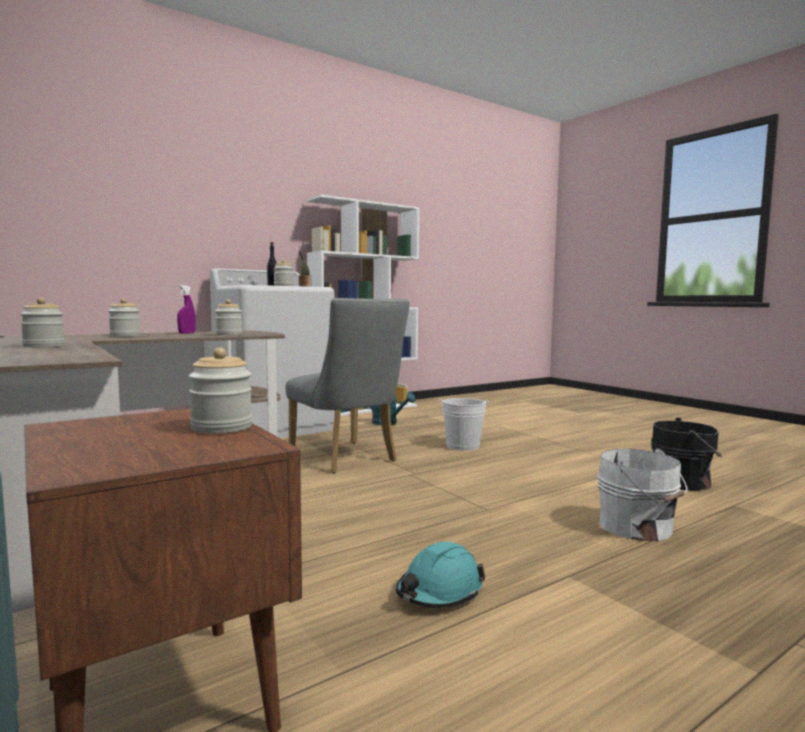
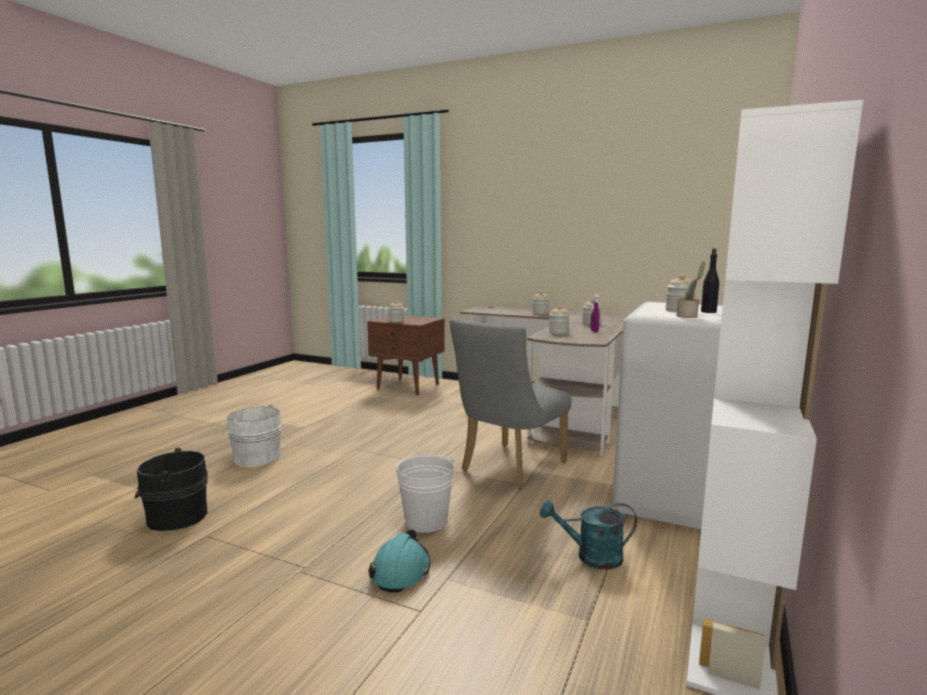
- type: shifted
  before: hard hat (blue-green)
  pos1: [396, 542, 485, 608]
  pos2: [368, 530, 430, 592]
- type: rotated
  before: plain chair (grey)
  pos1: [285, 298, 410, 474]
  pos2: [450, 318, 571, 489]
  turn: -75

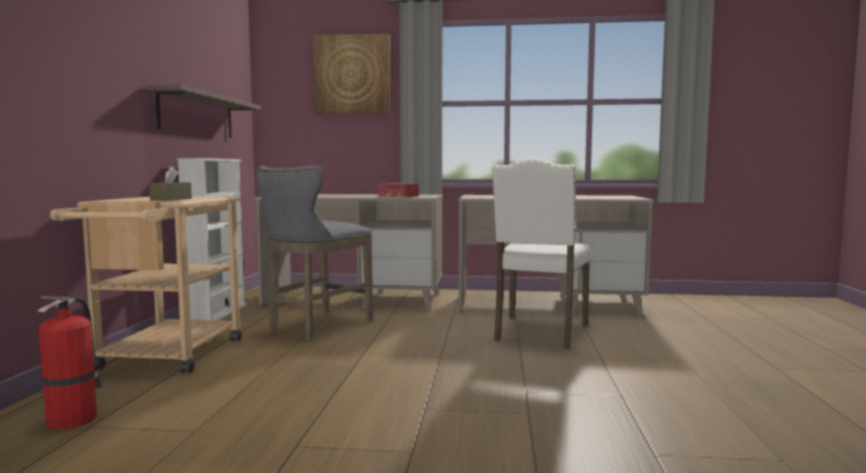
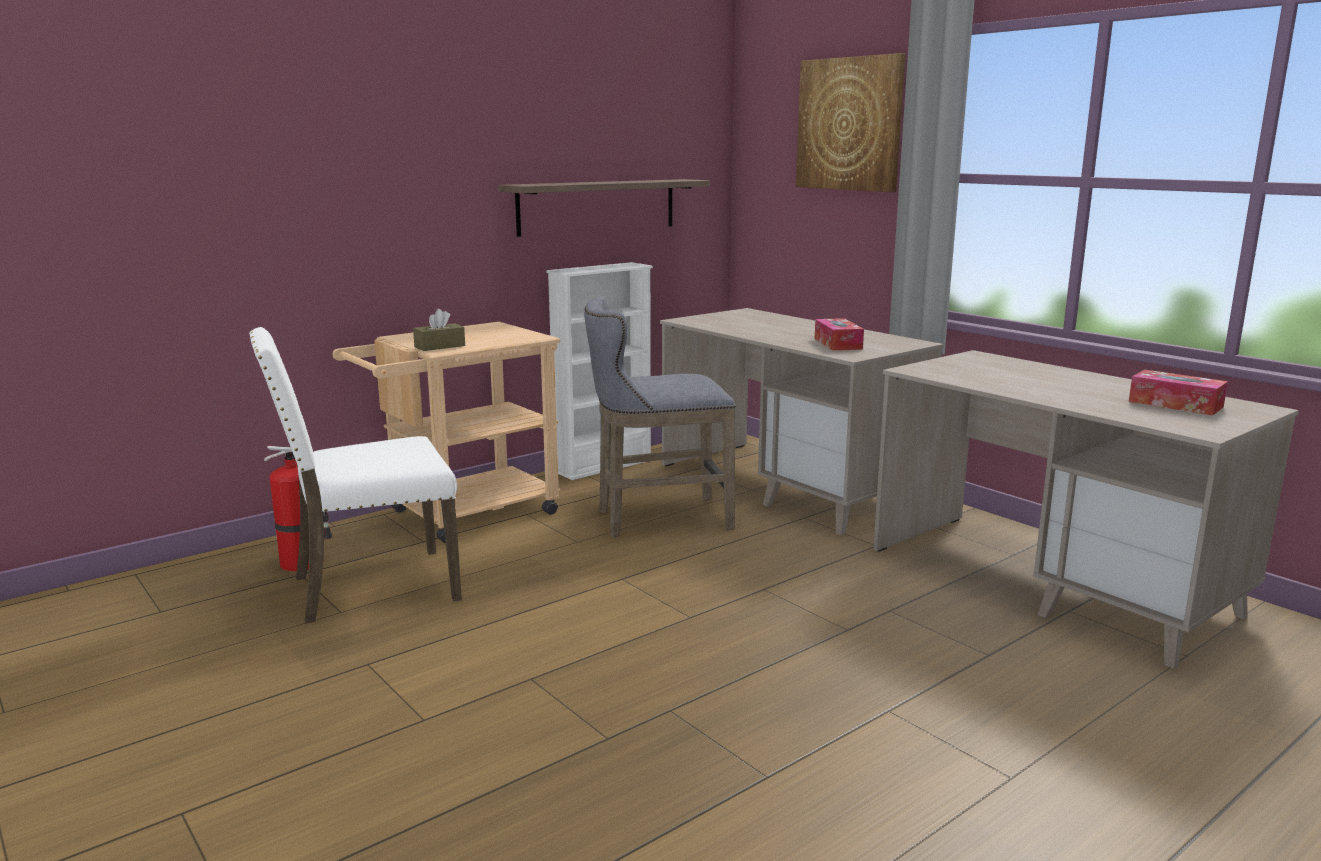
- type: new
  after: tissue box
  pos2: [1129, 370, 1228, 415]
- type: shifted
  before: plain chair (white-coloured)
  pos1: [492, 158, 591, 349]
  pos2: [249, 327, 462, 624]

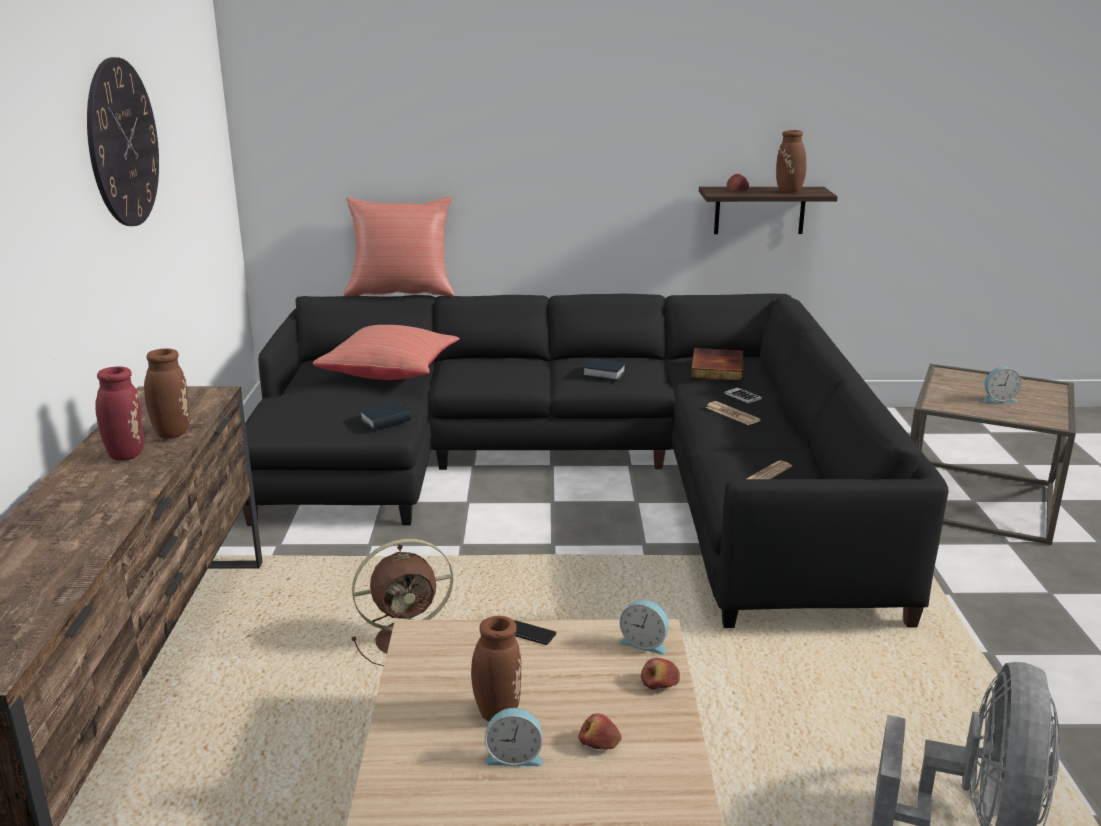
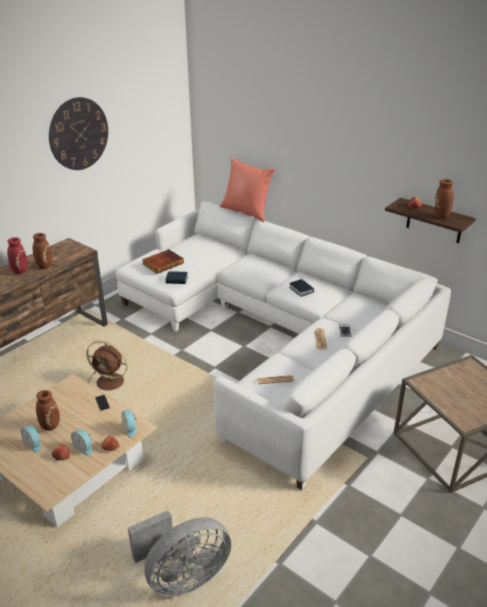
- type: gone
  before: pillow (reddish)
  pos1: [313, 325, 460, 380]
- type: shifted
  before: volume
  pos1: [691, 348, 744, 381]
  pos2: [142, 249, 184, 274]
- type: shifted
  before: table clock
  pos1: [983, 367, 1022, 403]
  pos2: [71, 429, 92, 456]
- type: repainted
  before: couch (black-coloured)
  after: couch (white-coloured)
  pos1: [243, 294, 948, 628]
  pos2: [116, 201, 451, 490]

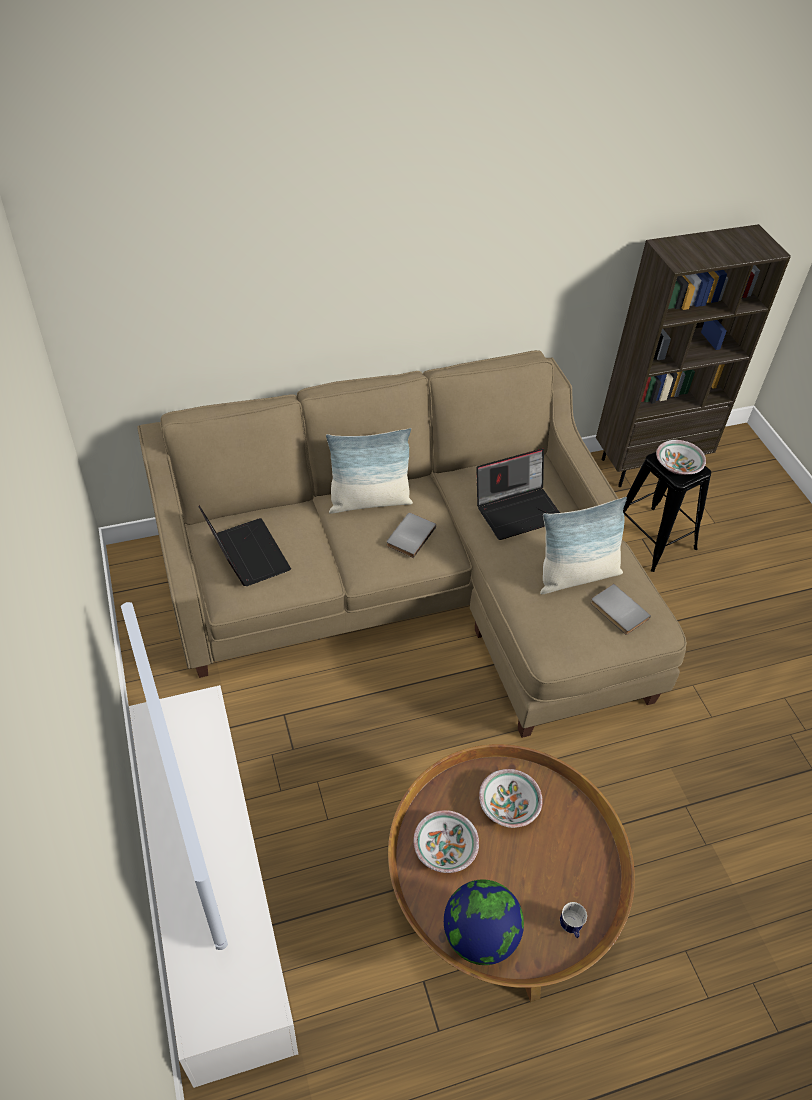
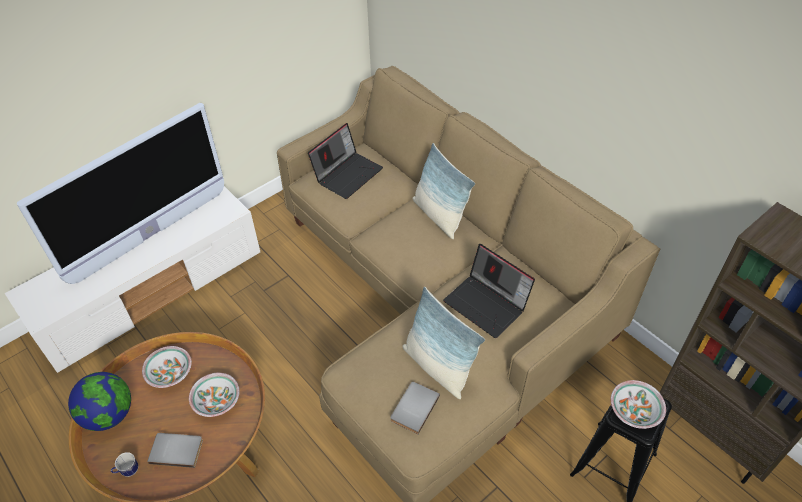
- type: shifted
  before: volume (grey)
  pos1: [387, 513, 436, 558]
  pos2: [147, 433, 203, 468]

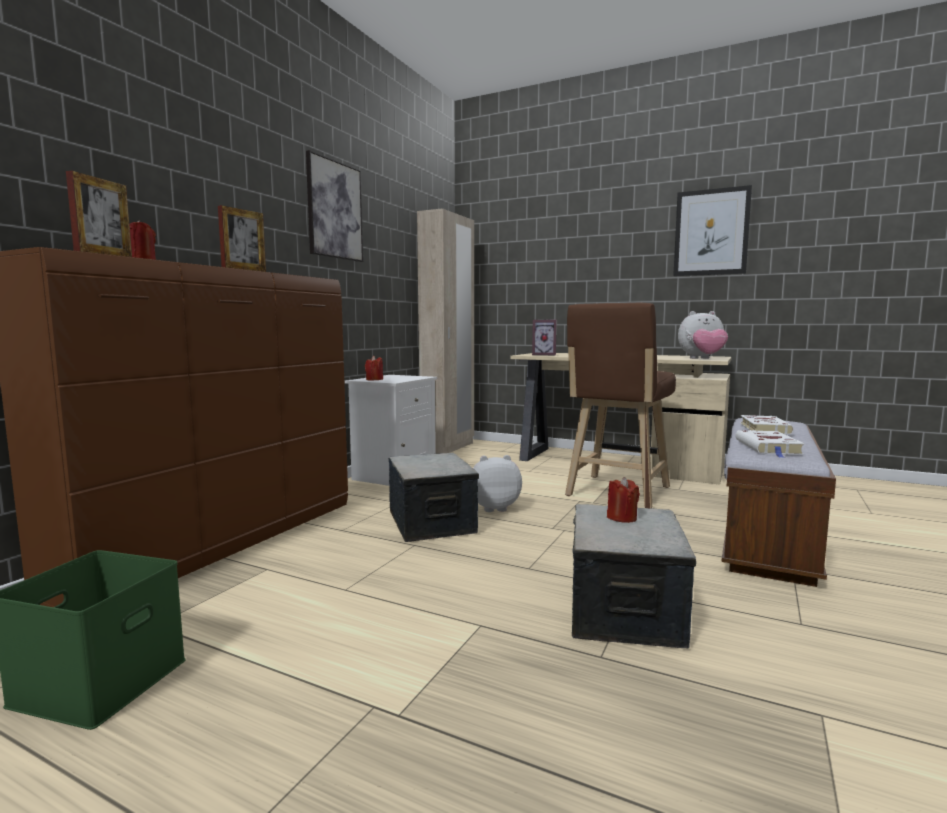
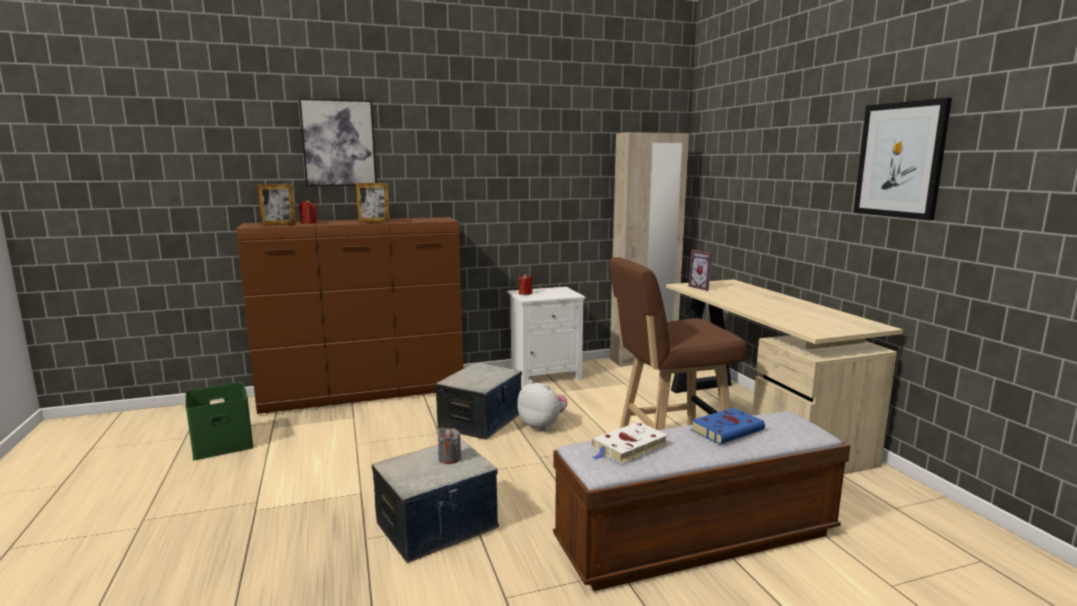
- type: gone
  before: plush toy
  pos1: [678, 311, 728, 359]
- type: shifted
  before: picture
  pos1: [306, 150, 363, 262]
  pos2: [299, 98, 377, 186]
- type: repainted
  before: wax candle (reddish)
  after: wax candle (grey)
  pos1: [607, 477, 640, 523]
  pos2: [437, 428, 461, 464]
- type: repainted
  before: volume (white-coloured)
  after: volume (bluish)
  pos1: [740, 415, 794, 434]
  pos2: [691, 408, 765, 444]

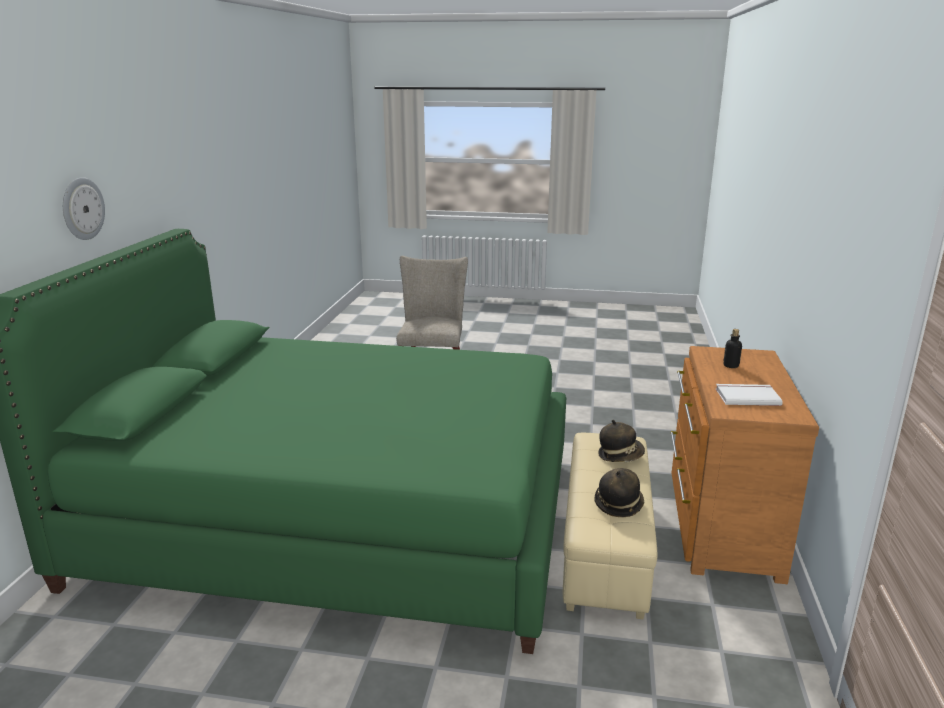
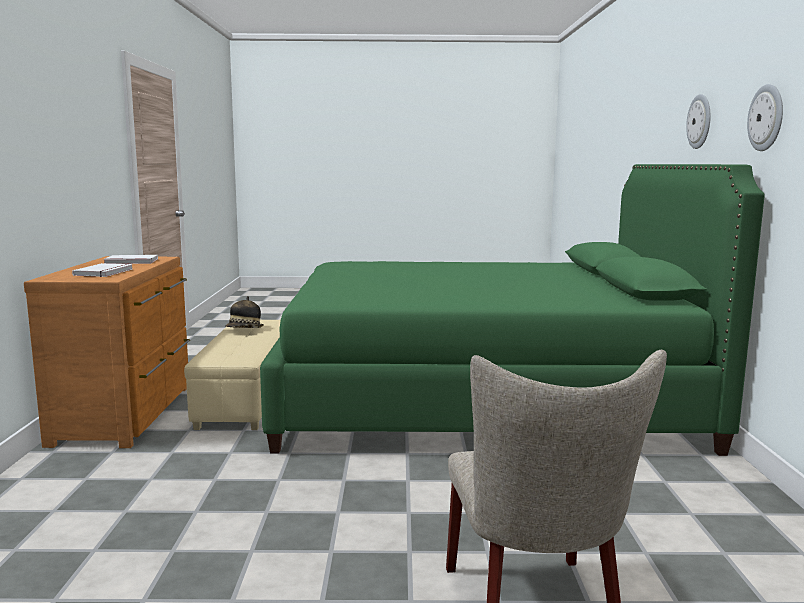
- type: gone
  before: wearable hat
  pos1: [598, 420, 645, 462]
- type: new
  after: wall clock
  pos2: [747, 84, 783, 151]
- type: swapped
  before: drink bottle
  after: volume (white-coloured)
  pos1: [723, 329, 742, 368]
  pos2: [72, 263, 133, 277]

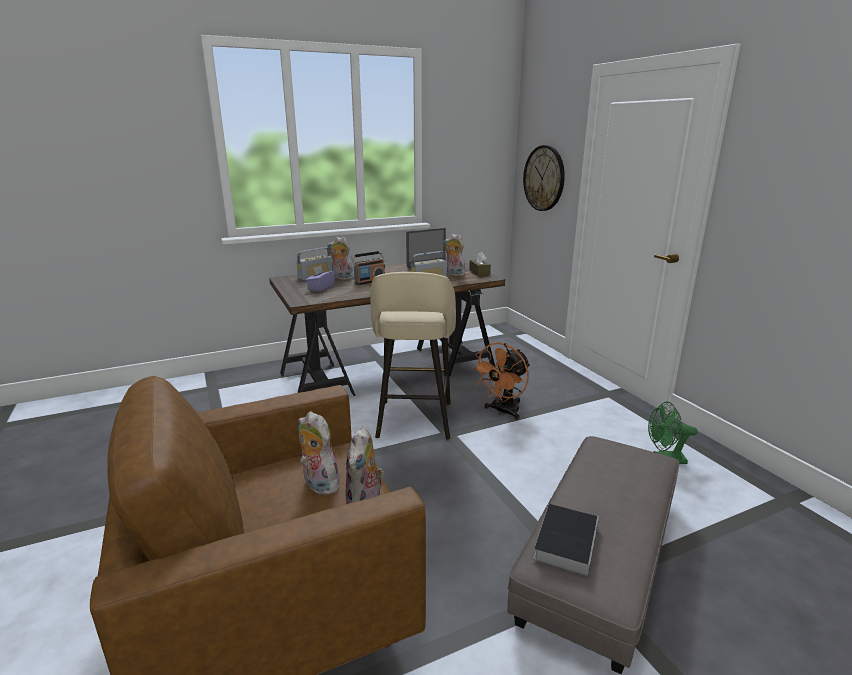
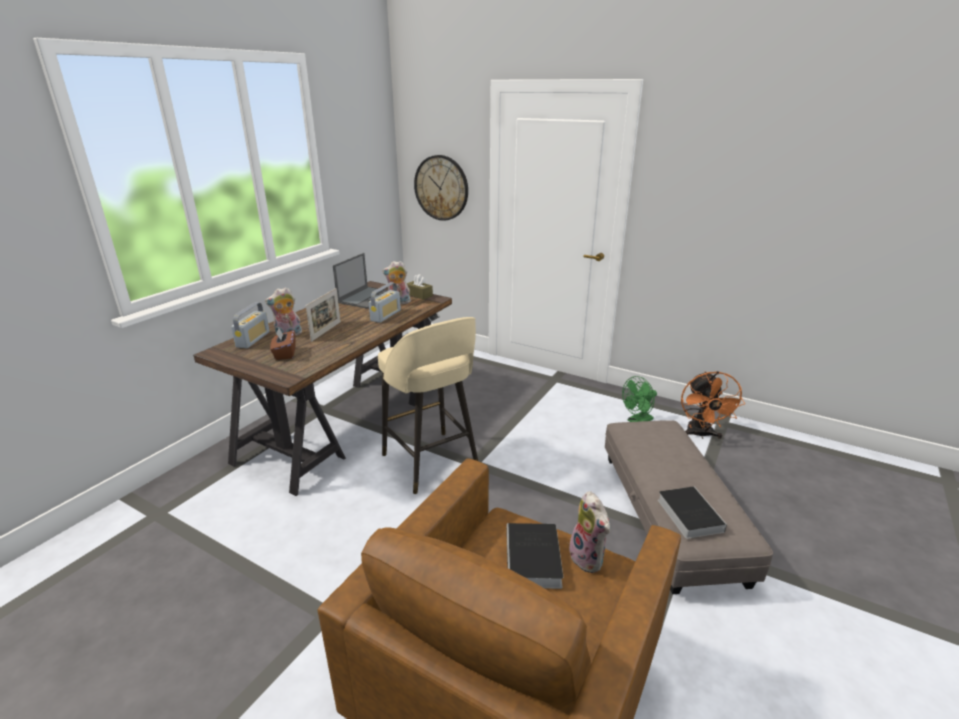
- type: shifted
  before: electric fan (orange)
  pos1: [471, 342, 530, 420]
  pos2: [681, 371, 745, 439]
- type: swapped
  before: plush toy
  after: volume
  pos1: [298, 411, 340, 495]
  pos2: [506, 523, 563, 589]
- type: swapped
  before: radio set
  after: standing frame
  pos1: [351, 251, 385, 285]
  pos2: [306, 288, 341, 342]
- type: repainted
  before: tissue box (purple-coloured)
  after: tissue box (brown-coloured)
  pos1: [305, 265, 335, 292]
  pos2: [270, 328, 296, 360]

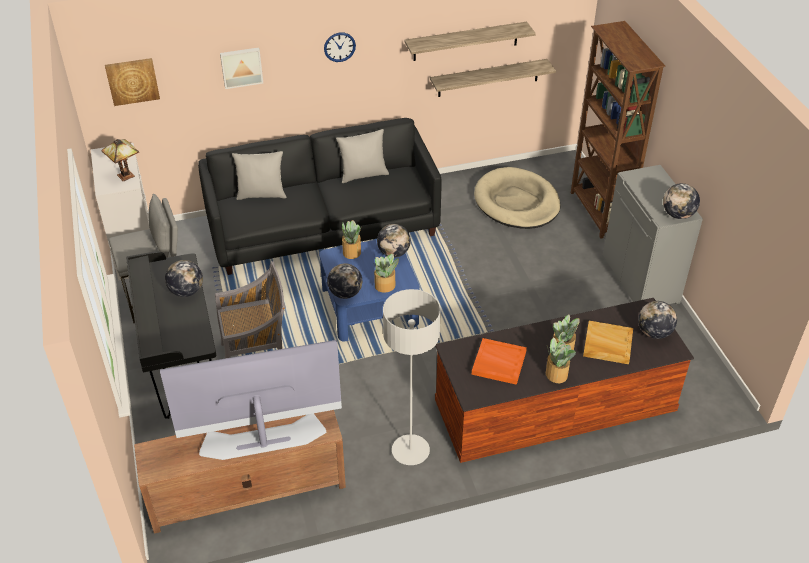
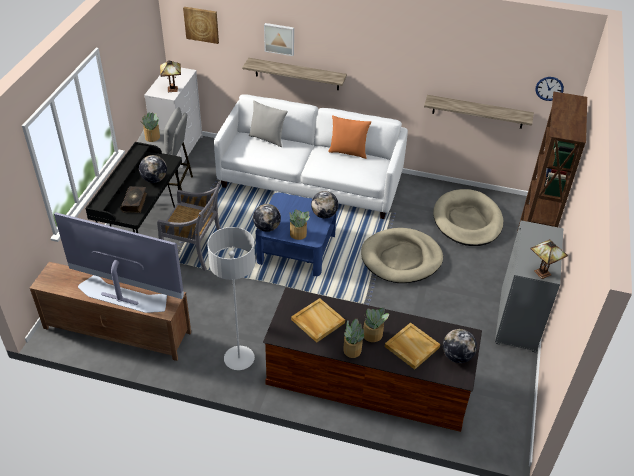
- type: new
  after: volume
  pos2: [120, 186, 147, 213]
- type: new
  after: dog cushion (beige)
  pos2: [361, 228, 443, 283]
- type: shifted
  before: wall clock
  pos1: [324, 33, 356, 62]
  pos2: [535, 77, 564, 101]
- type: shifted
  before: houseplant
  pos1: [341, 220, 361, 259]
  pos2: [140, 112, 160, 142]
- type: shifted
  before: bracket shelf
  pos1: [405, 22, 536, 61]
  pos2: [242, 58, 347, 90]
- type: swapped
  before: world globe
  after: lamp for a table
  pos1: [663, 183, 700, 219]
  pos2: [530, 239, 568, 279]
- type: repainted
  before: couch (black-coloured)
  after: couch (white-coloured)
  pos1: [198, 118, 442, 275]
  pos2: [214, 94, 408, 219]
- type: repainted
  before: pillow (grey)
  after: pillow (orange)
  pos1: [336, 129, 389, 183]
  pos2: [328, 115, 371, 159]
- type: repainted
  before: serving tray (orange)
  after: serving tray (beige)
  pos1: [472, 338, 527, 385]
  pos2: [291, 298, 345, 343]

